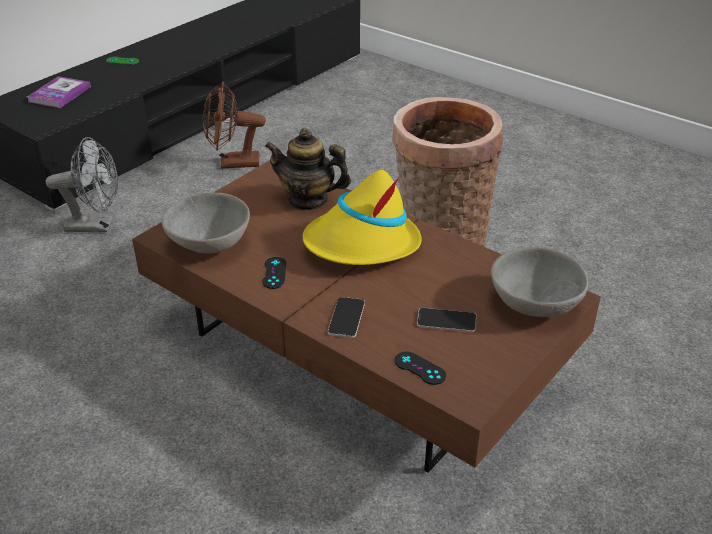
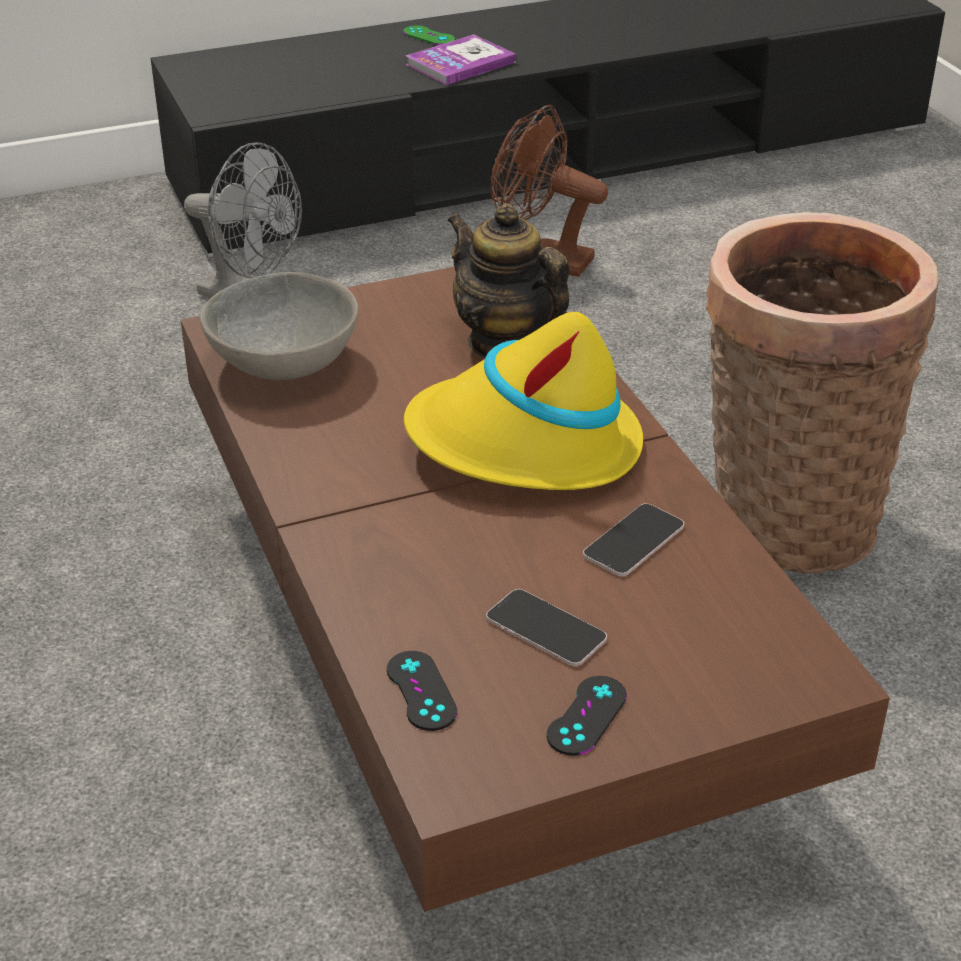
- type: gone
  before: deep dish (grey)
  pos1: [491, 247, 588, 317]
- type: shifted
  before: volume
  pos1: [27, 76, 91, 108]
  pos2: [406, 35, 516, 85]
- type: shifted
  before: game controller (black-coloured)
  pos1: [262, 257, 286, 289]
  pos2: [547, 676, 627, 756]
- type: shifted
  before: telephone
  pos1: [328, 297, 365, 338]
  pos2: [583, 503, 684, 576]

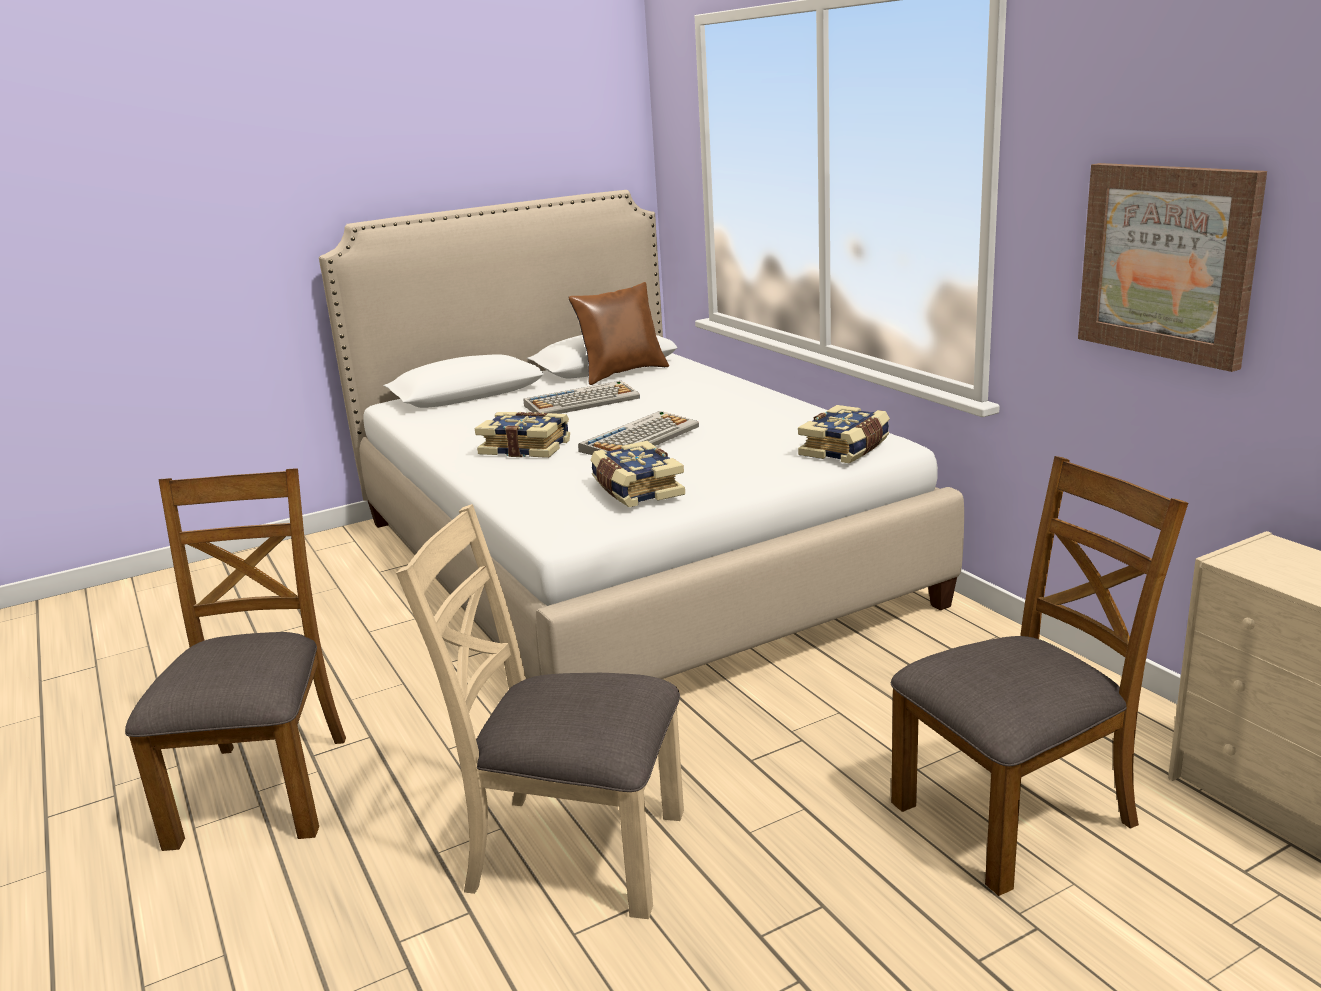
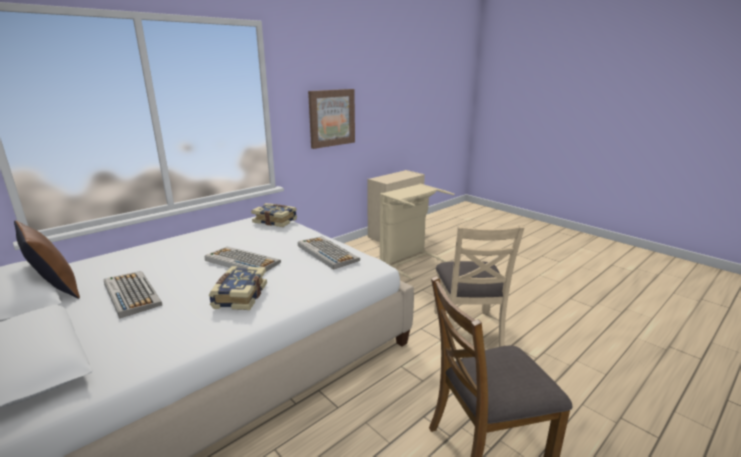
- type: swapped
  before: volume
  after: computer keyboard
  pos1: [590, 441, 685, 507]
  pos2: [298, 237, 360, 270]
- type: swapped
  before: plain chair (brown-coloured)
  after: hamper (beige)
  pos1: [891, 456, 1188, 896]
  pos2: [380, 184, 454, 279]

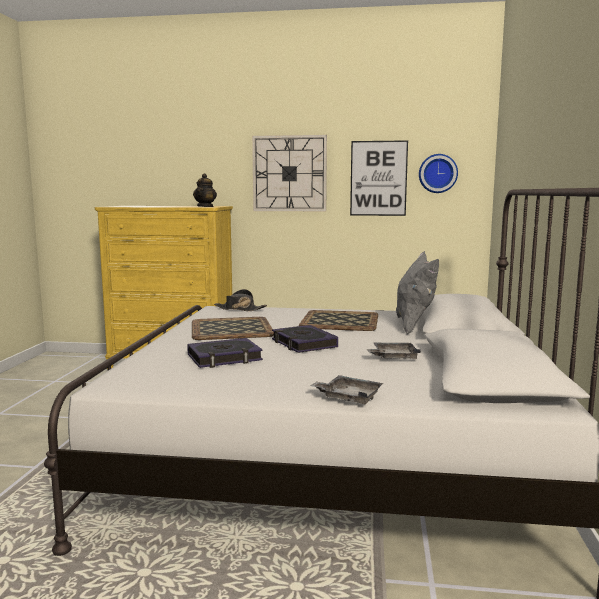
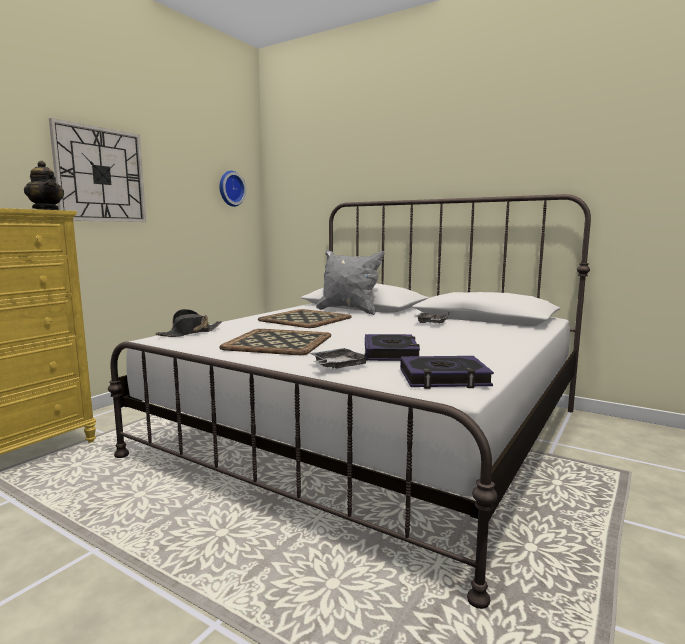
- type: gone
  before: picture
  pos1: [350, 140, 408, 216]
- type: shifted
  before: volume
  pos1: [272, 325, 338, 353]
  pos2: [400, 356, 494, 389]
- type: shifted
  before: serving tray (grey)
  pos1: [310, 375, 383, 404]
  pos2: [309, 348, 371, 369]

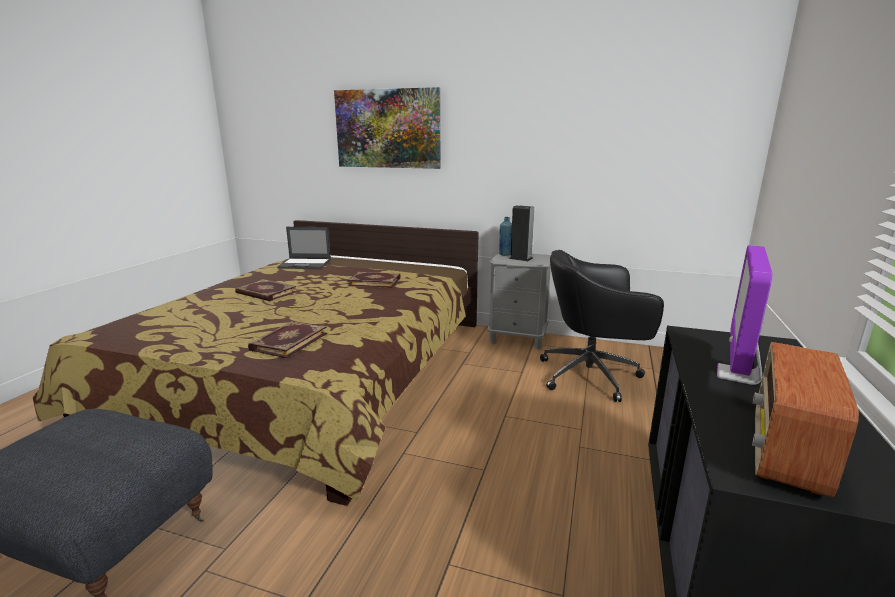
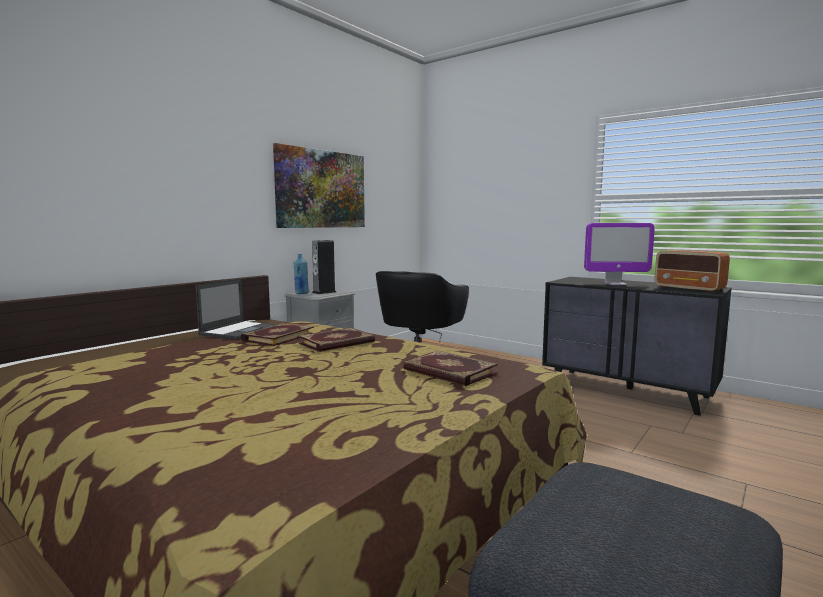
- type: shifted
  before: volume
  pos1: [235, 279, 296, 301]
  pos2: [298, 327, 375, 352]
- type: shifted
  before: notebook computer
  pos1: [277, 227, 331, 269]
  pos2: [196, 278, 277, 340]
- type: shifted
  before: picture
  pos1: [334, 87, 440, 169]
  pos2: [273, 143, 365, 228]
- type: rotated
  before: computer display
  pos1: [717, 245, 772, 385]
  pos2: [584, 223, 655, 285]
  turn: -45

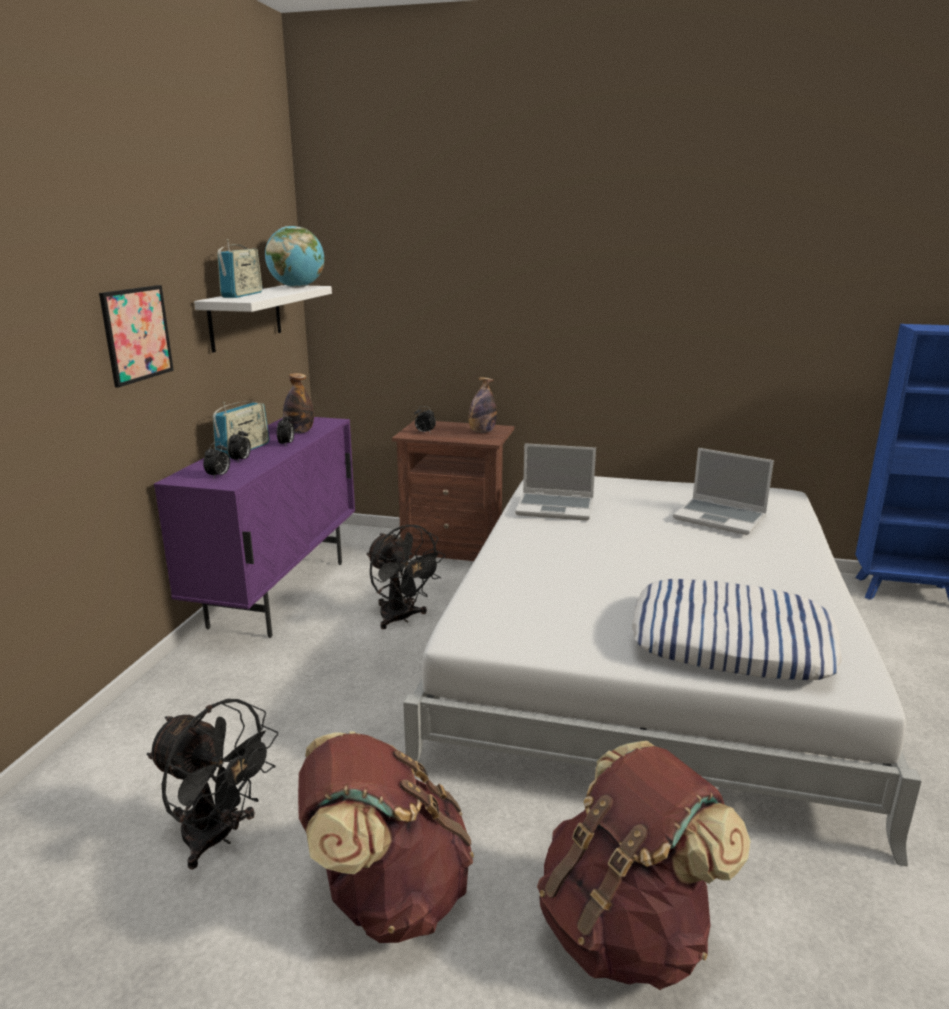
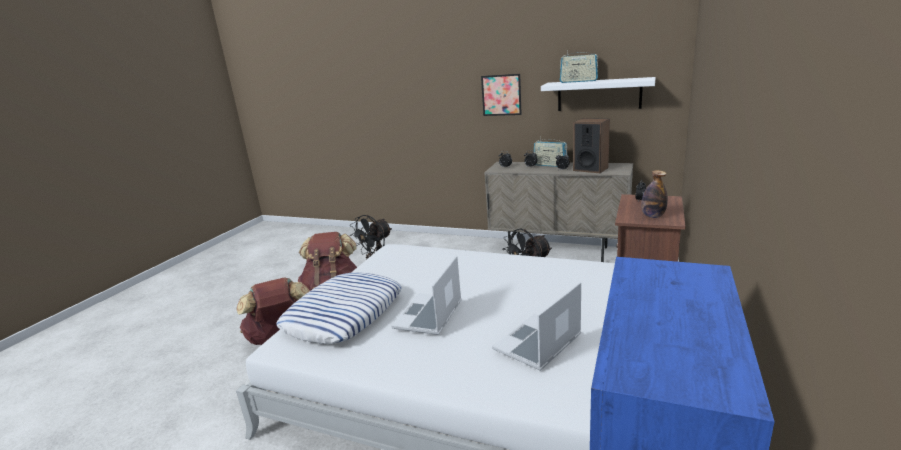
- type: gone
  before: world globe
  pos1: [265, 226, 325, 288]
- type: shifted
  before: notebook computer
  pos1: [515, 443, 596, 521]
  pos2: [392, 256, 462, 335]
- type: swapped
  before: drink bottle
  after: loudspeaker
  pos1: [283, 373, 314, 433]
  pos2: [573, 118, 610, 173]
- type: repainted
  before: storage cabinet (purple-coloured)
  after: storage cabinet (beige)
  pos1: [154, 417, 355, 638]
  pos2: [484, 162, 633, 262]

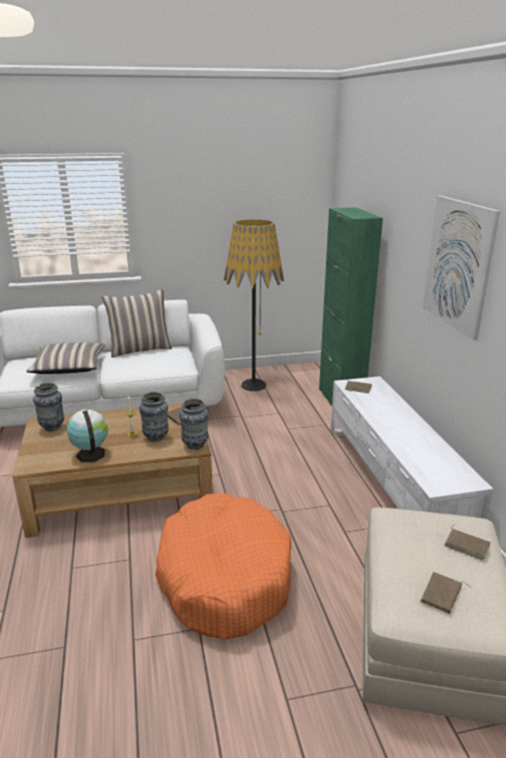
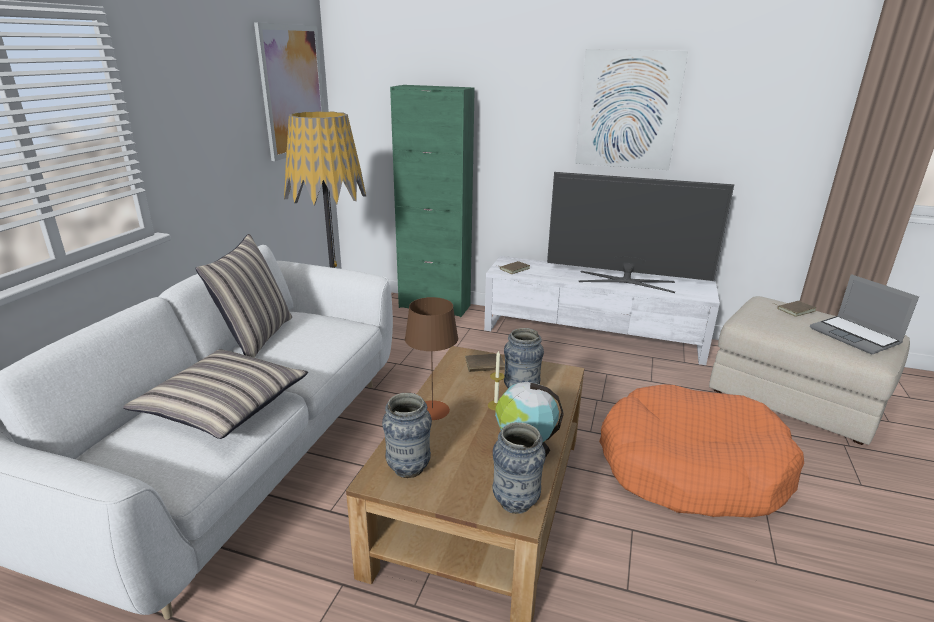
- type: new
  after: picture
  pos2: [254, 22, 324, 161]
- type: new
  after: lamp for a table (brown-coloured)
  pos2: [405, 297, 458, 420]
- type: new
  after: television
  pos2: [547, 172, 734, 293]
- type: shifted
  before: vase
  pos1: [179, 398, 209, 450]
  pos2: [493, 422, 546, 514]
- type: swapped
  before: volume (brown-coloured)
  after: notebook computer
  pos1: [420, 572, 470, 614]
  pos2: [810, 274, 919, 354]

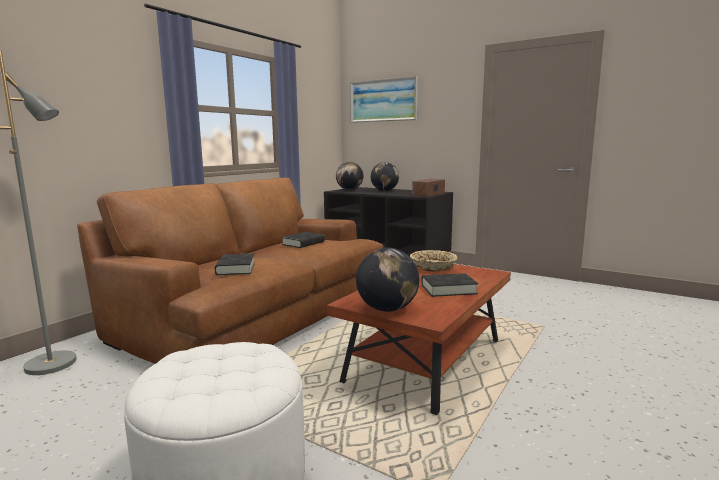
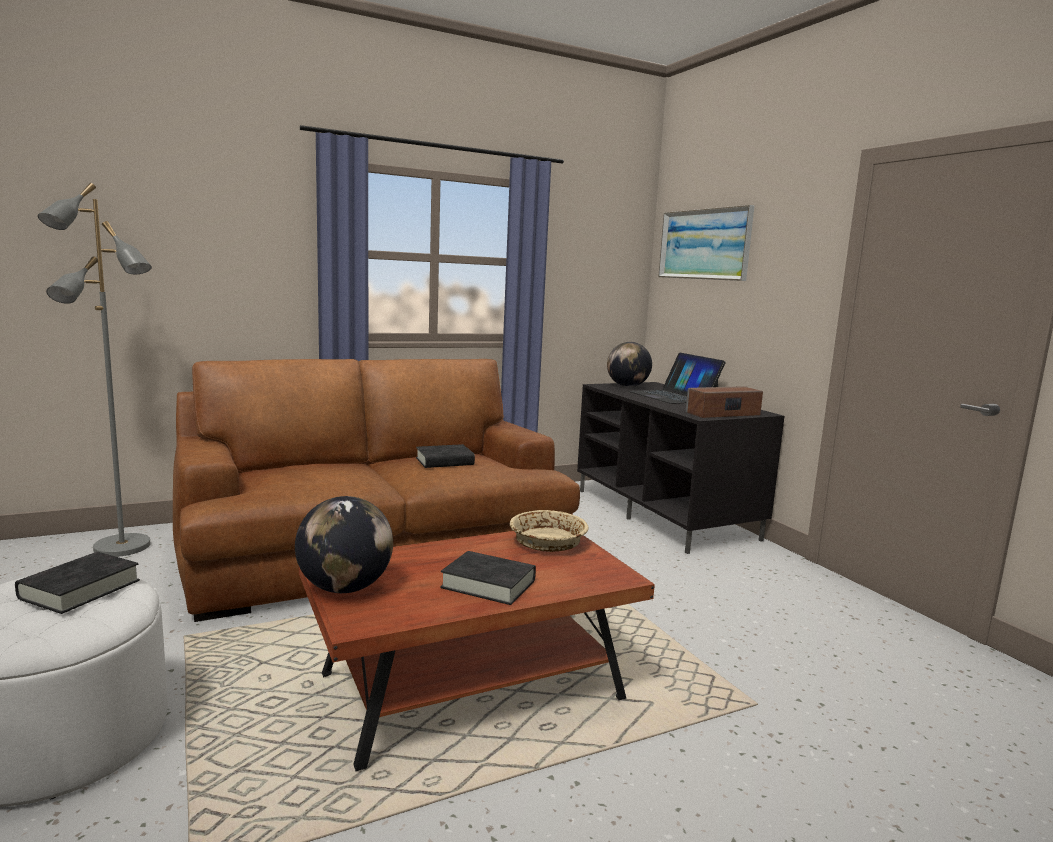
- type: shifted
  before: volume (black-coloured)
  pos1: [215, 253, 255, 275]
  pos2: [15, 552, 140, 614]
- type: swapped
  before: world globe
  after: notebook computer
  pos1: [371, 162, 399, 191]
  pos2: [629, 353, 726, 404]

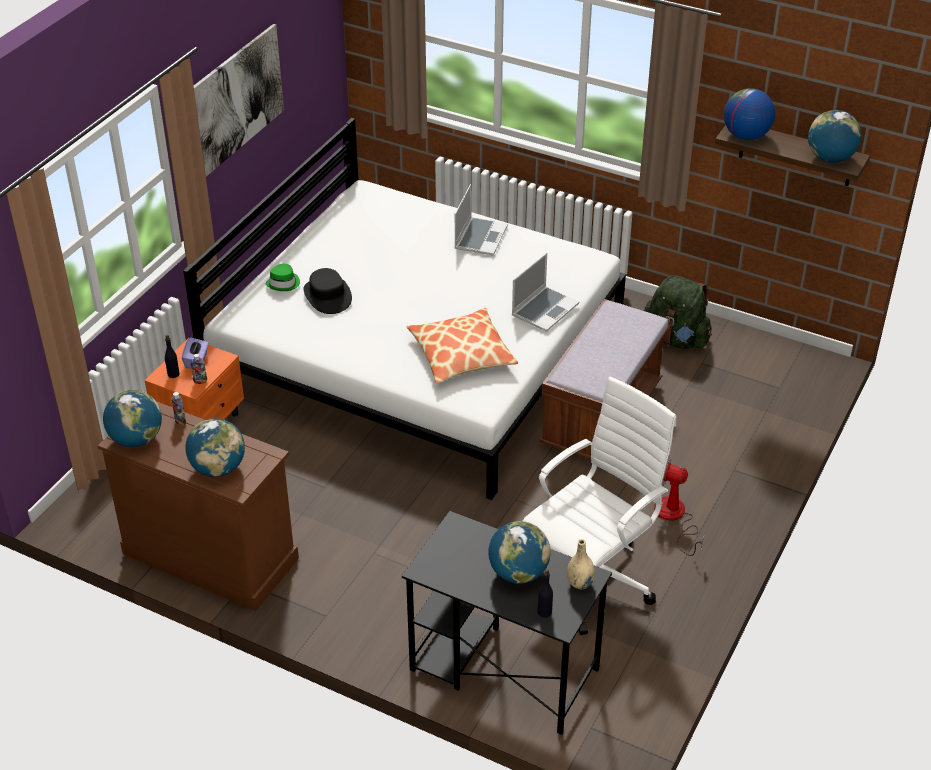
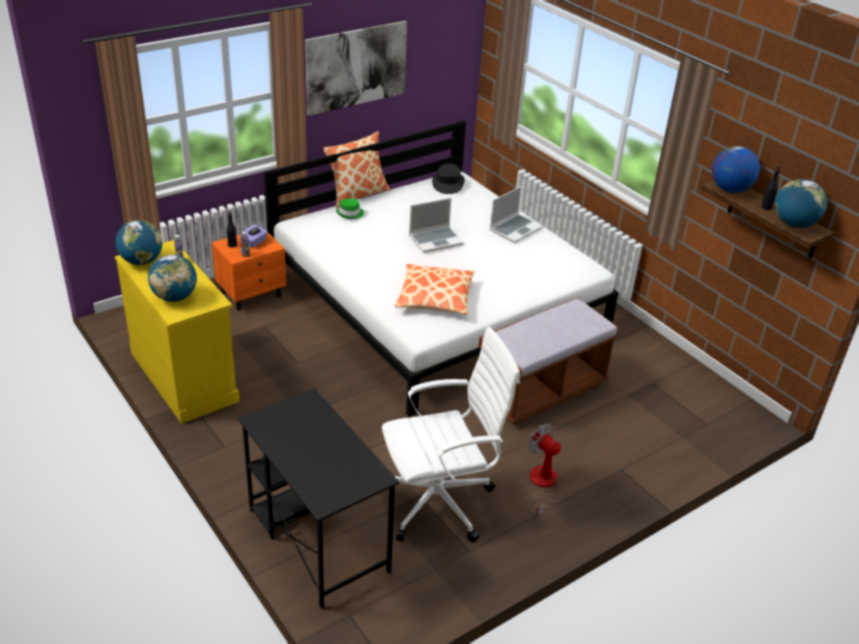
- type: gone
  before: world globe
  pos1: [488, 521, 551, 584]
- type: gone
  before: vase (beige)
  pos1: [567, 539, 595, 589]
- type: gone
  before: backpack (green-coloured)
  pos1: [644, 276, 712, 349]
- type: new
  after: pillow
  pos2: [323, 131, 390, 209]
- type: shifted
  before: wearable hat (black-coloured)
  pos1: [303, 268, 352, 314]
  pos2: [432, 164, 465, 194]
- type: shifted
  before: notebook computer
  pos1: [512, 253, 579, 332]
  pos2: [409, 198, 464, 253]
- type: shifted
  before: drink bottle (black-coloured)
  pos1: [538, 569, 553, 618]
  pos2: [761, 165, 780, 210]
- type: repainted
  before: chest of drawers (brown-coloured)
  after: chest of drawers (yellowish)
  pos1: [98, 401, 299, 611]
  pos2: [115, 240, 240, 424]

